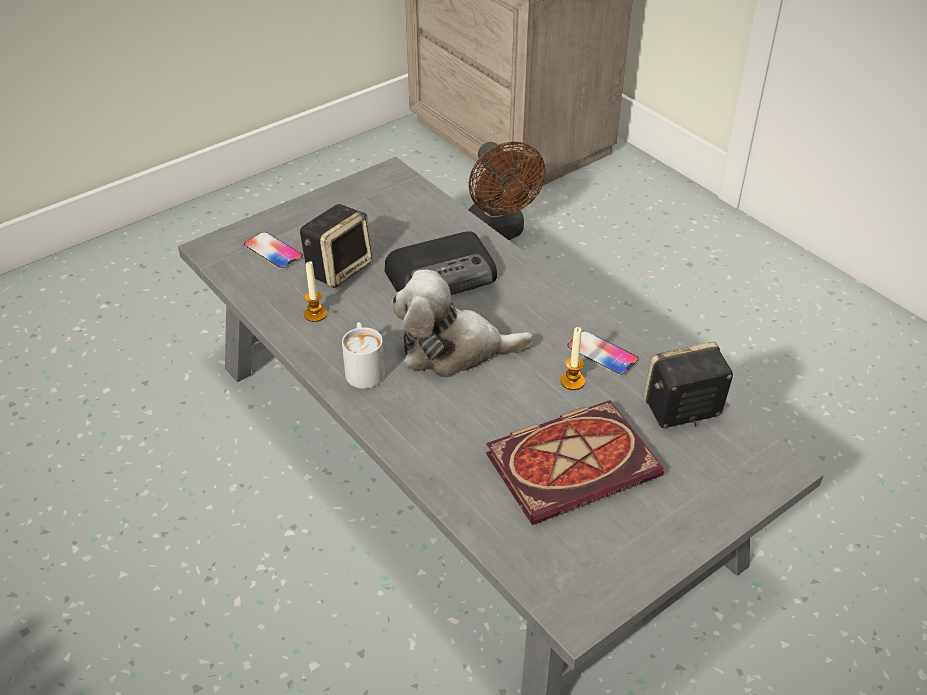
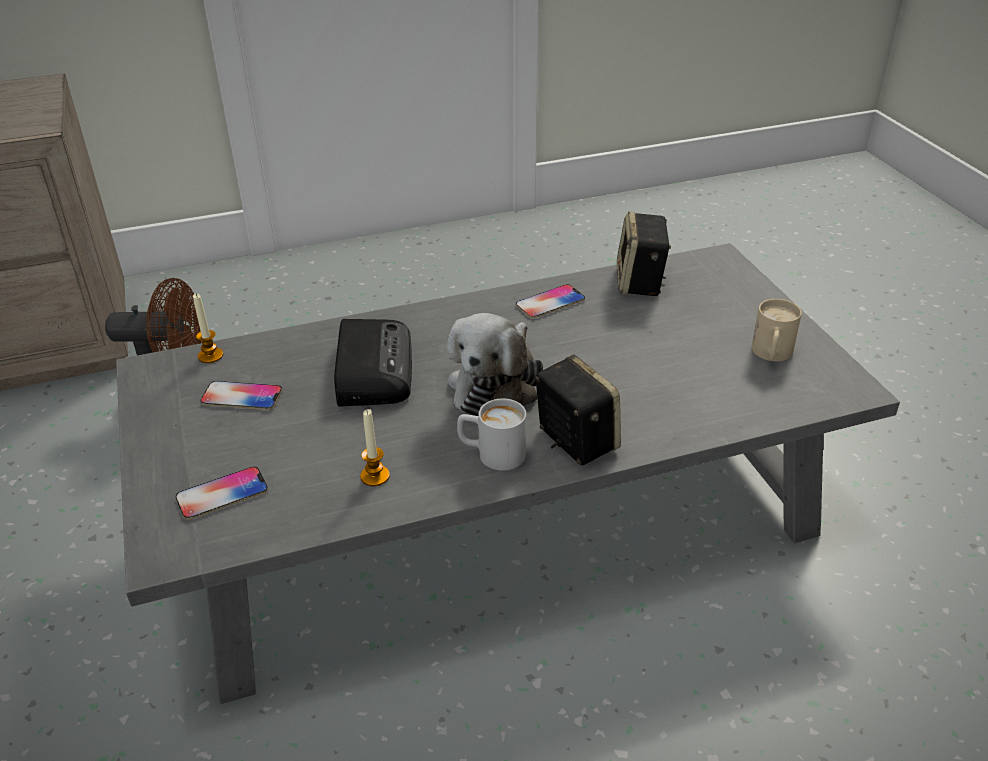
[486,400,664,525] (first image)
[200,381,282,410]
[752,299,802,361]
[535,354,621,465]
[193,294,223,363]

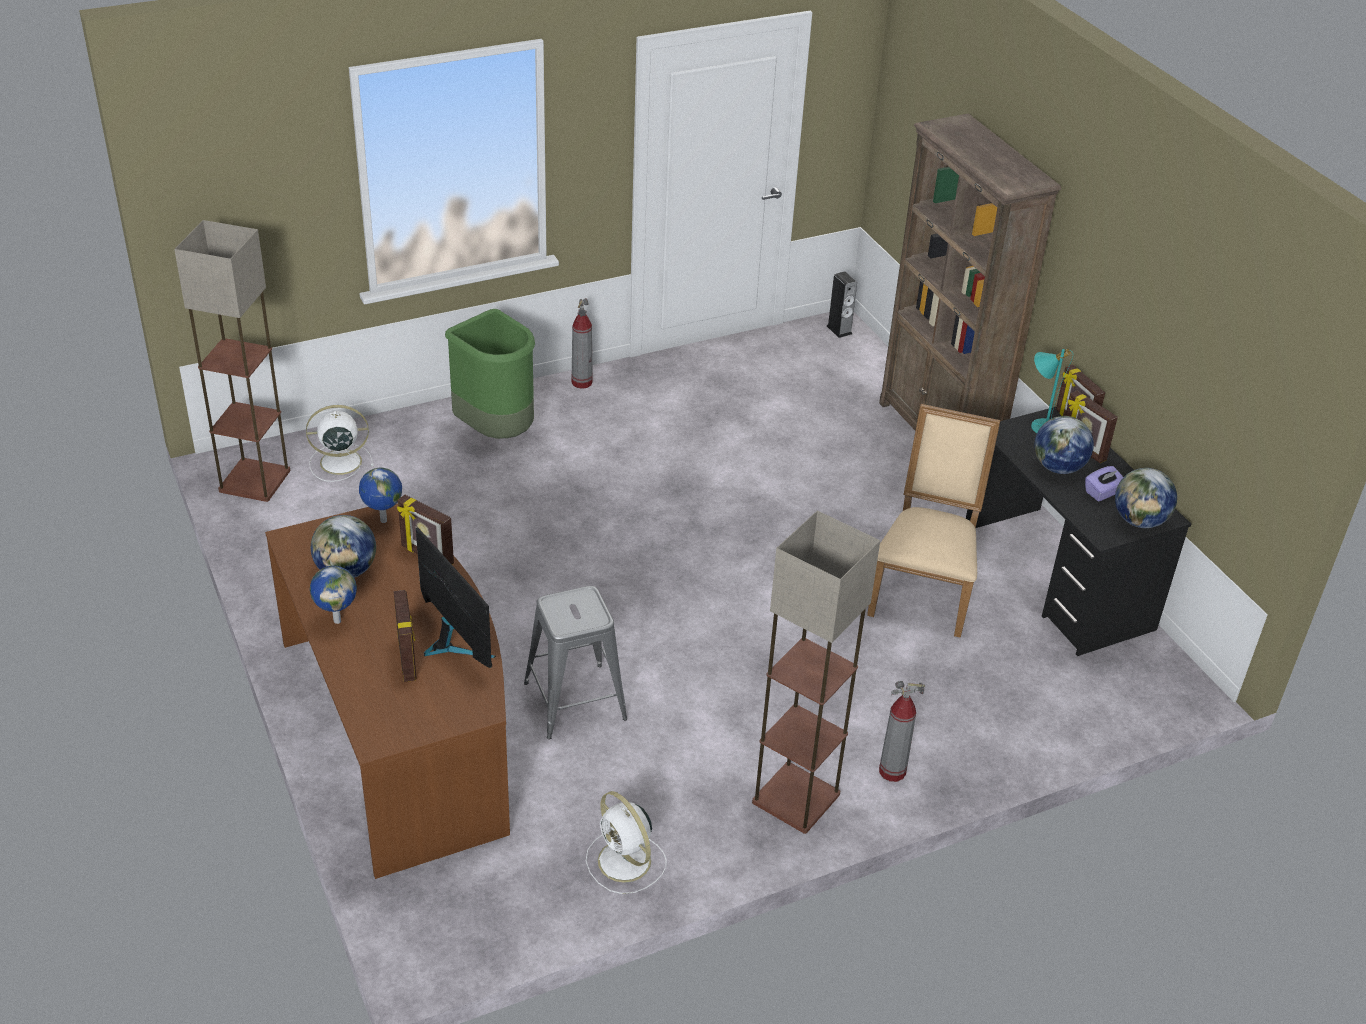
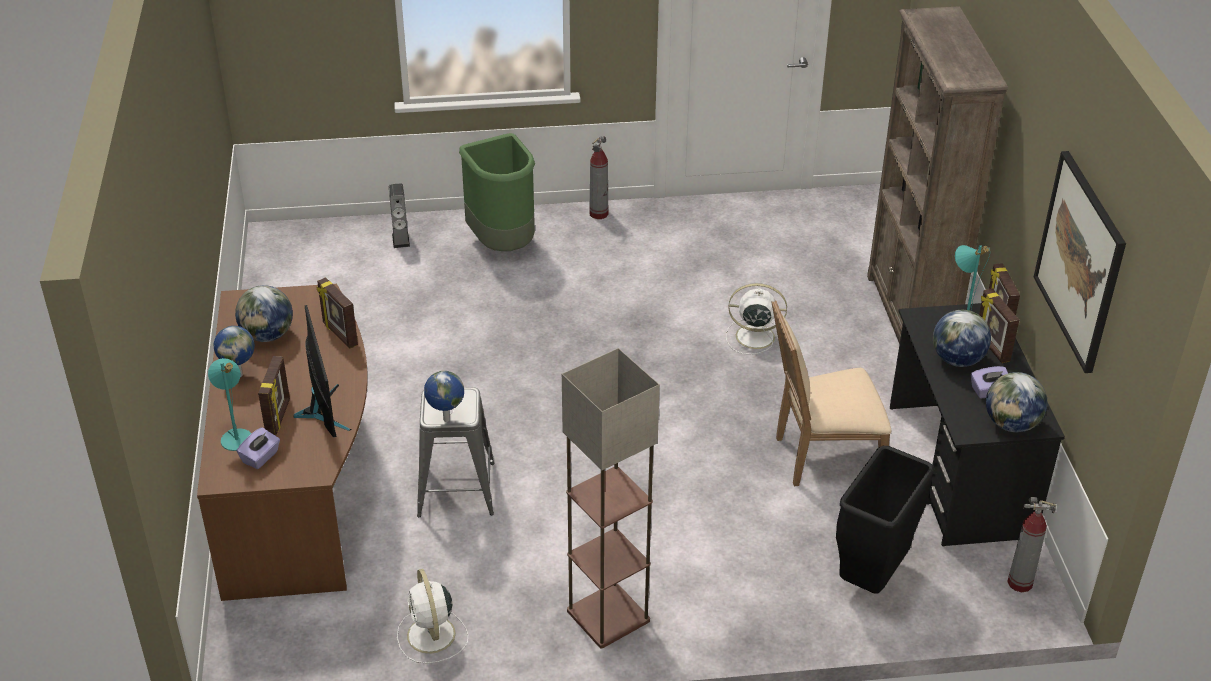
[174,220,290,502] (first image)
[208,358,252,451]
[237,427,280,469]
[836,446,934,594]
[1034,151,1126,373]
[726,283,787,355]
[424,371,464,422]
[389,183,410,248]
[1007,497,1056,592]
[772,300,891,486]

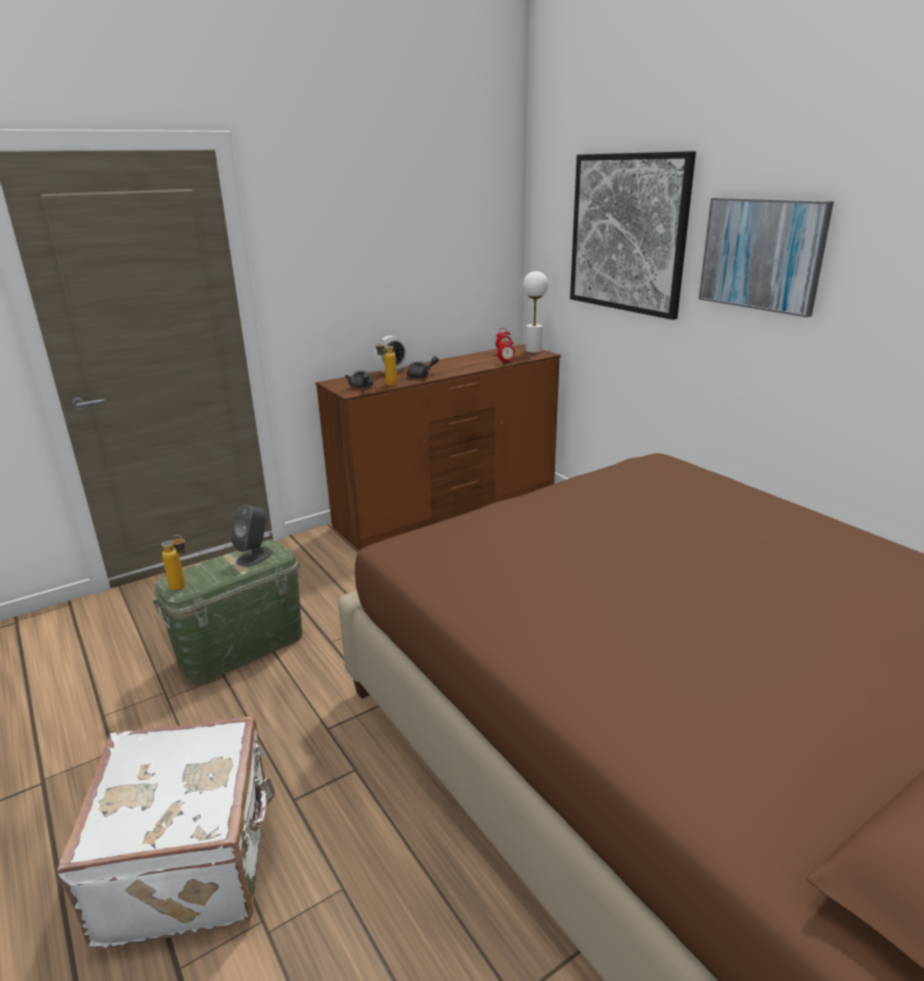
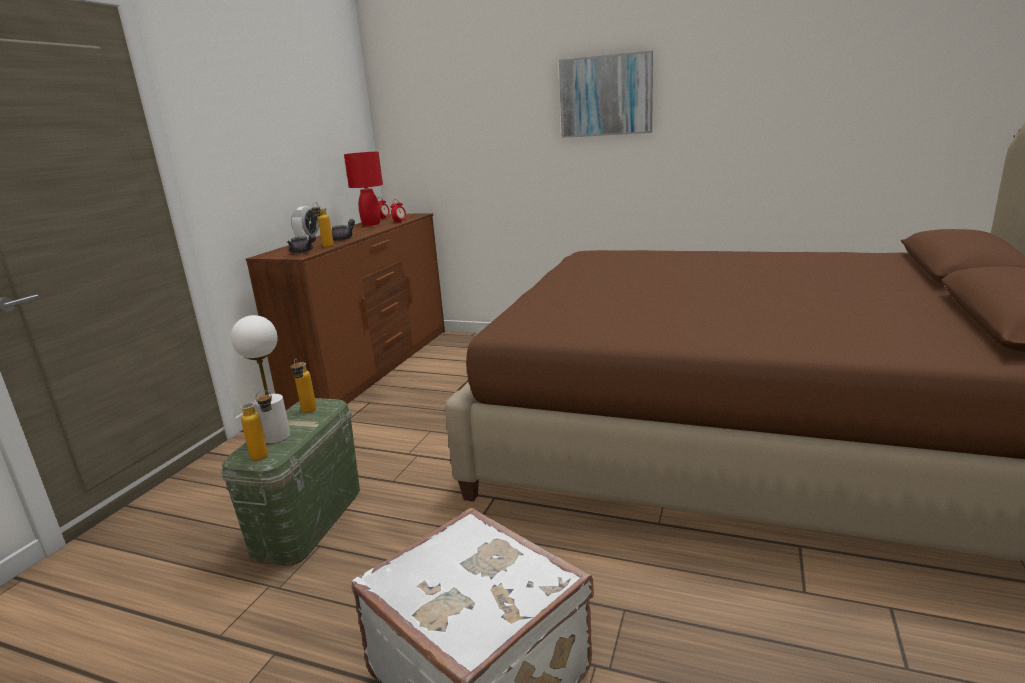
[570,151,696,320] (first image)
[344,152,383,226]
[231,315,291,444]
[291,358,317,413]

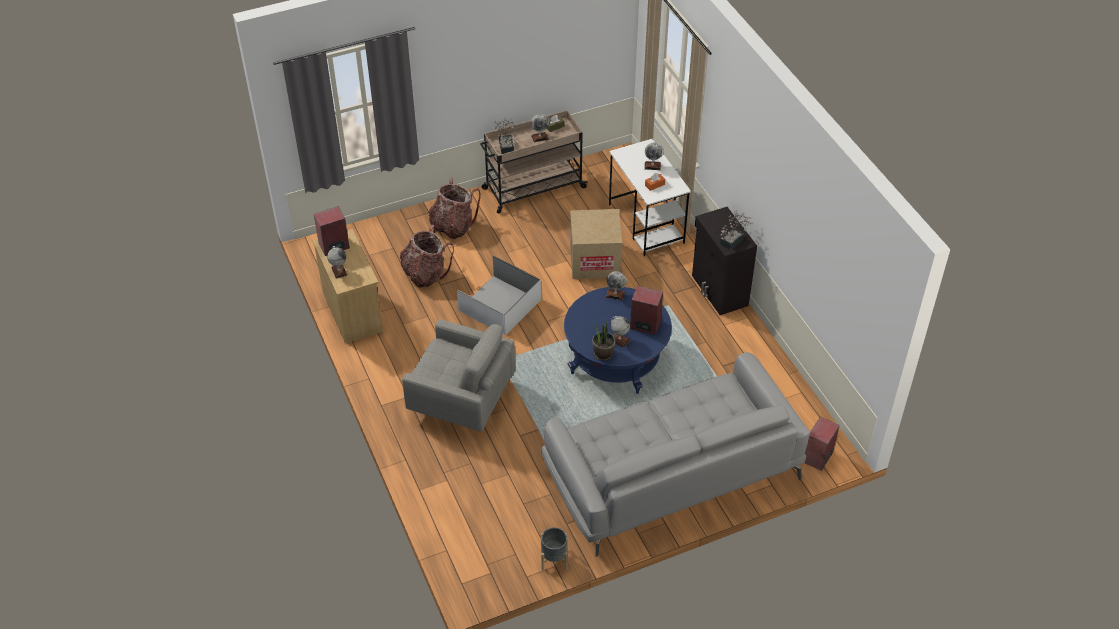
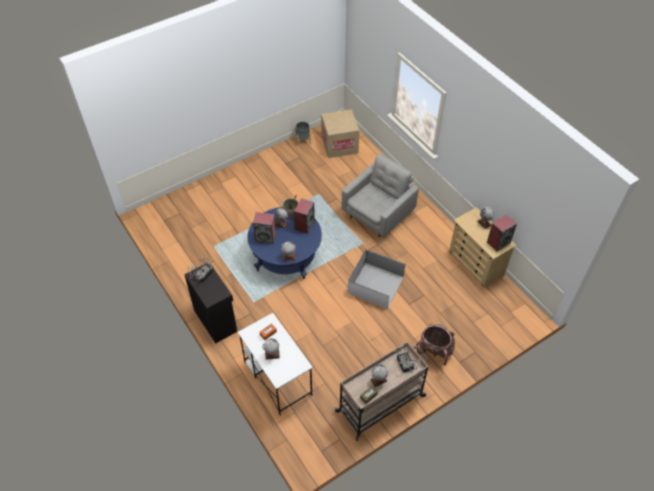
[400,225,454,288] (first image)
[541,352,810,557] (first image)
[321,109,360,158]
[294,198,315,234]
[341,154,419,237]

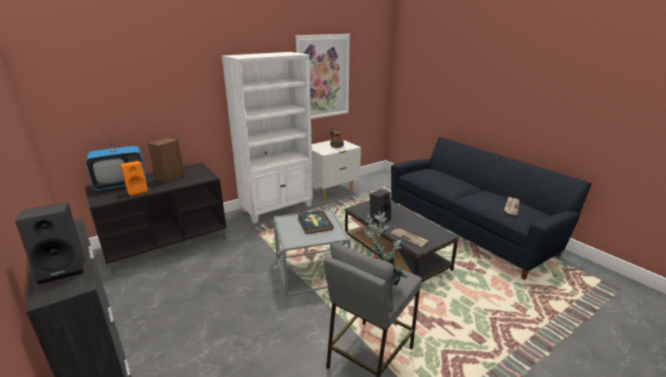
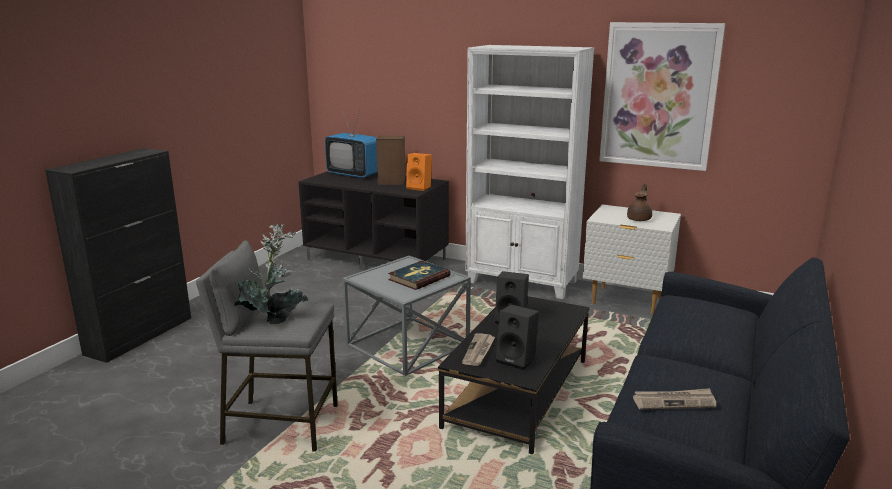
[496,304,539,370]
[406,153,432,191]

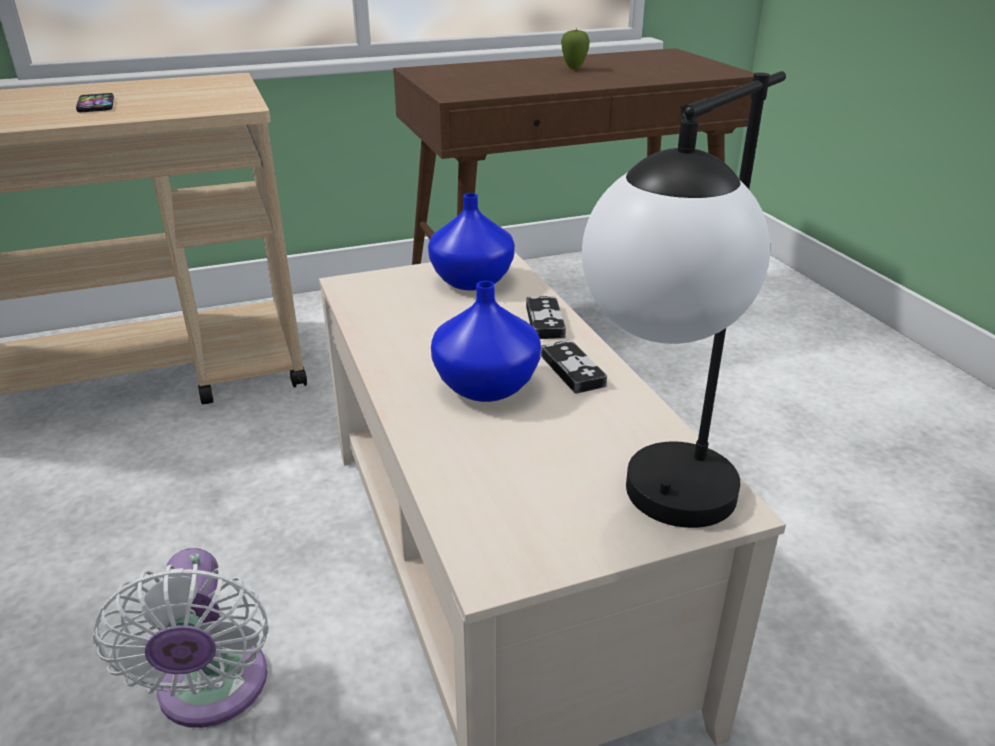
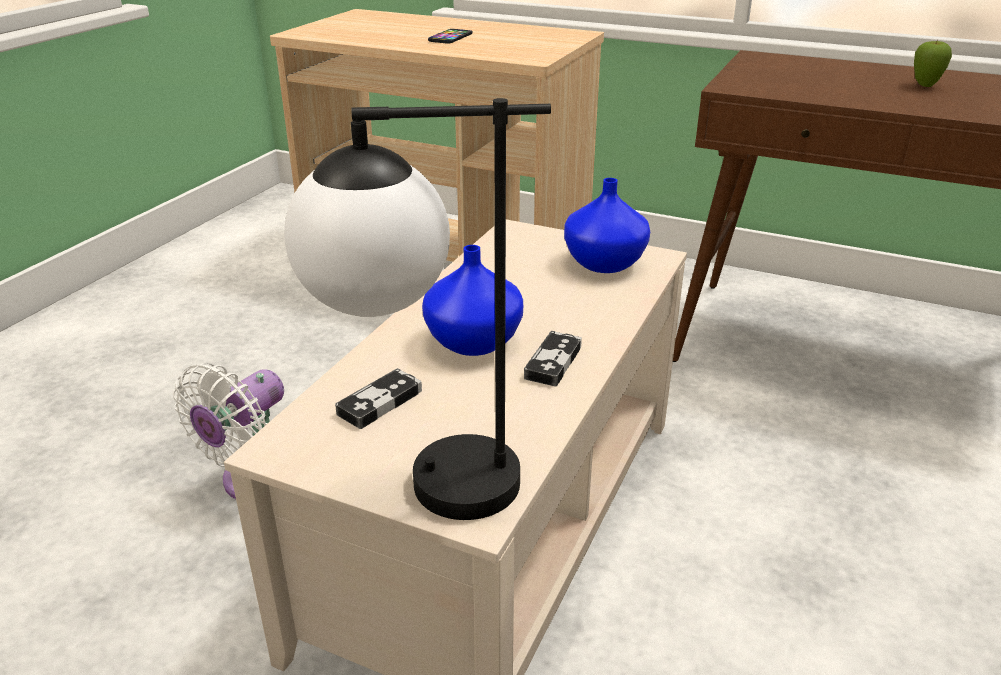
[335,368,422,429]

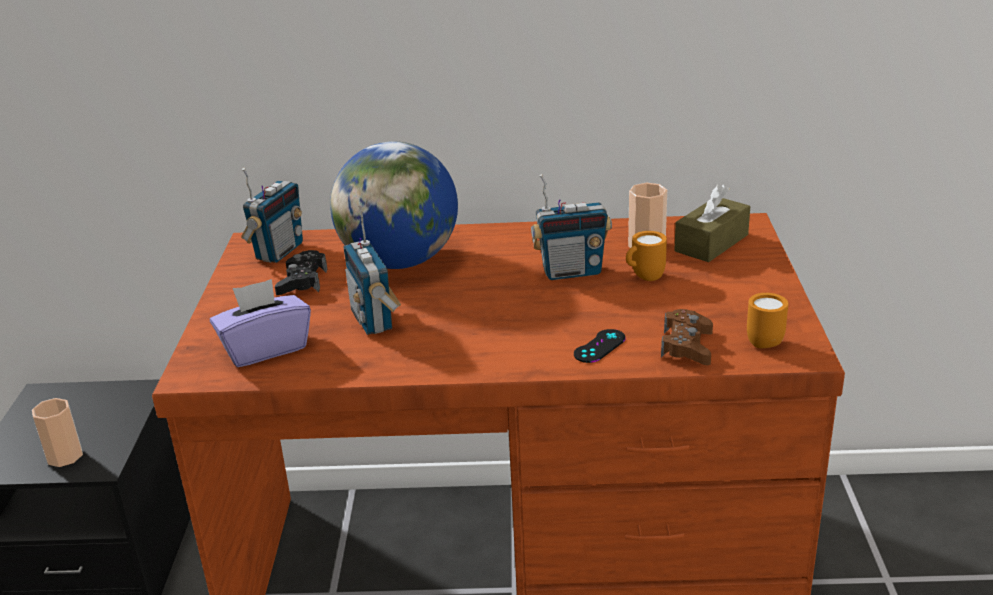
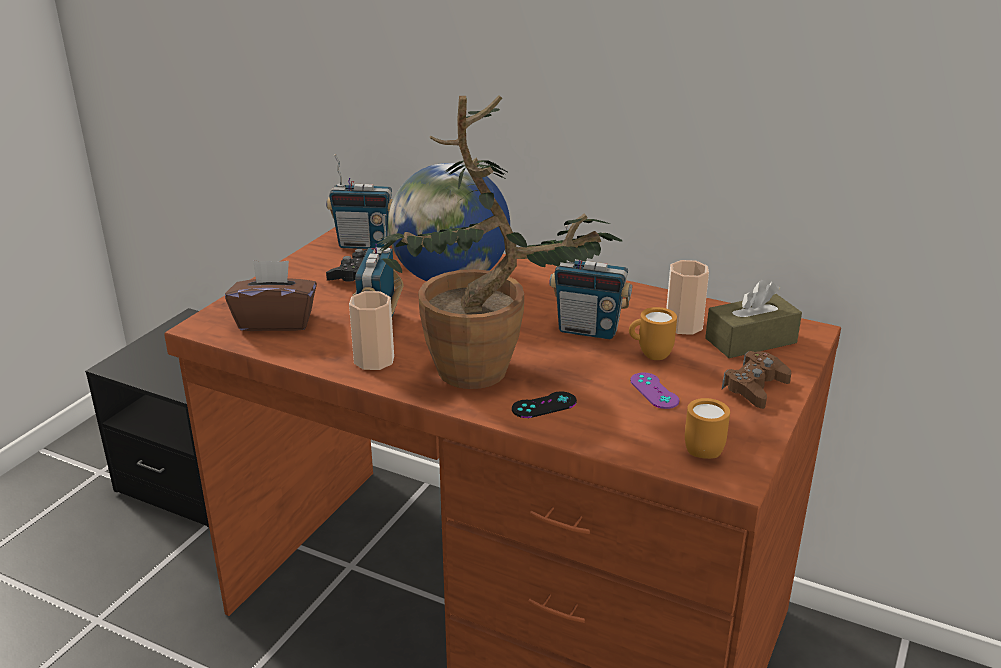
[377,95,623,389]
[630,372,679,409]
[349,291,394,370]
[722,351,791,409]
[225,260,317,331]
[326,154,393,249]

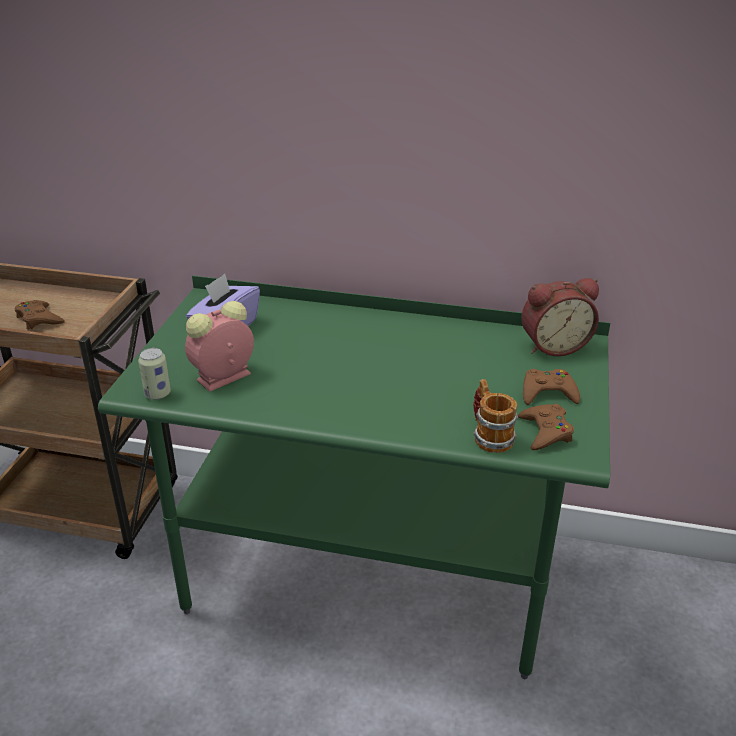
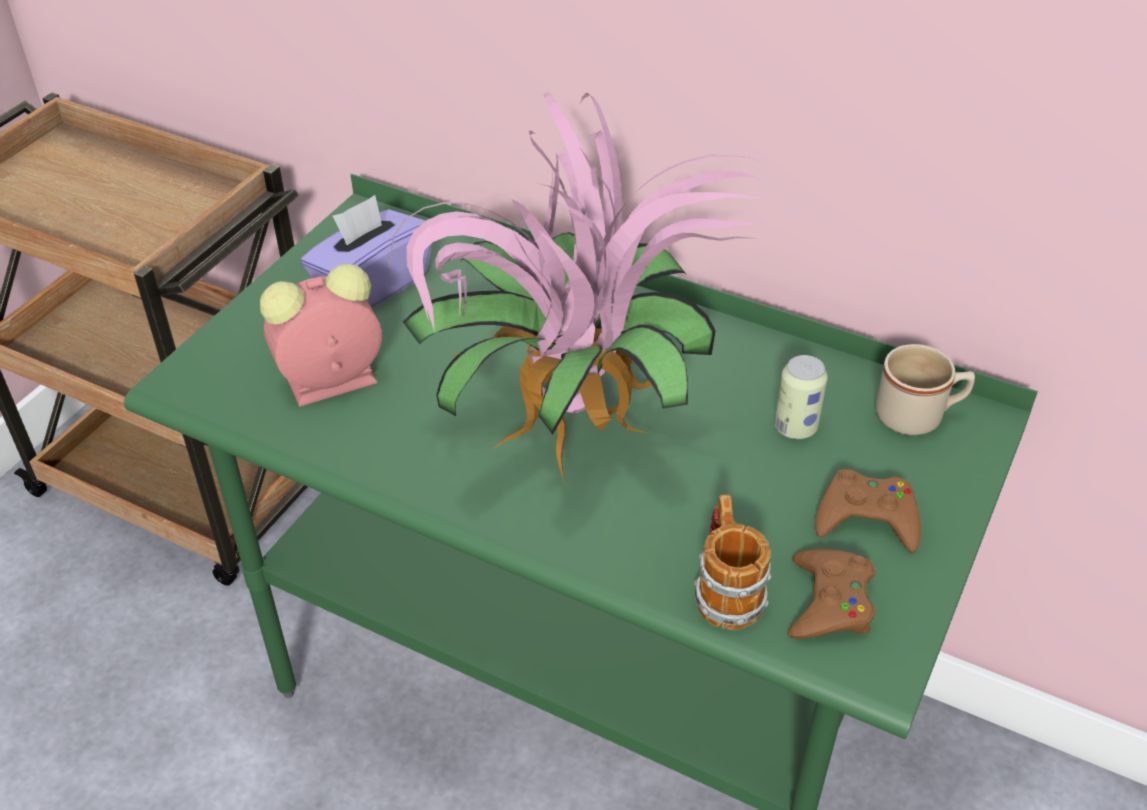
[15,300,65,330] (first image)
[388,92,761,485]
[774,355,828,439]
[876,344,975,435]

